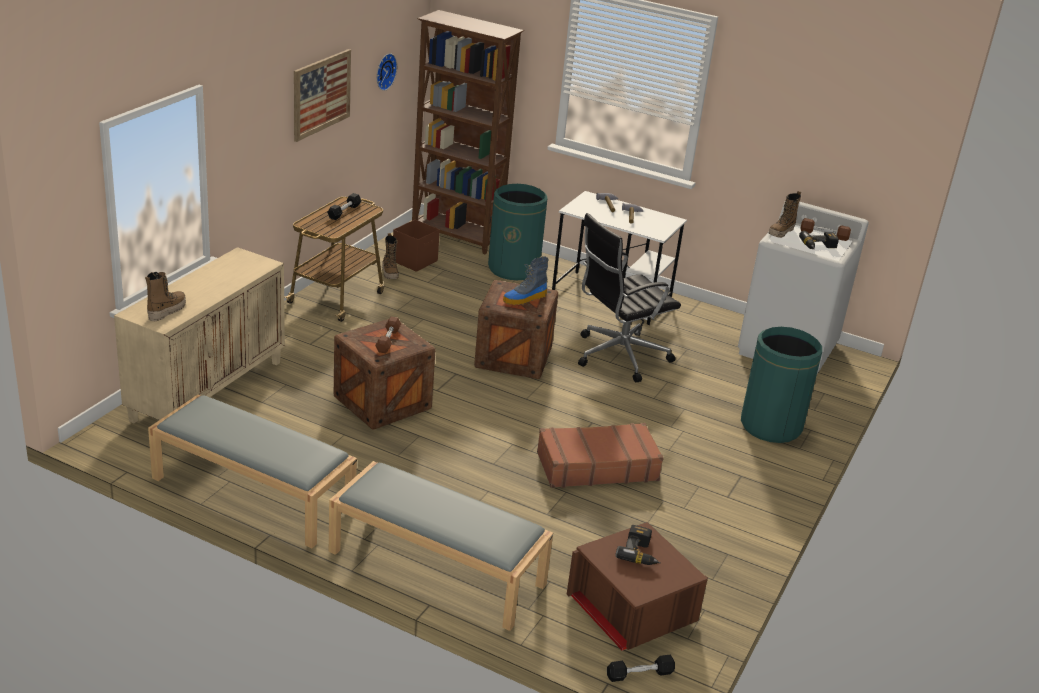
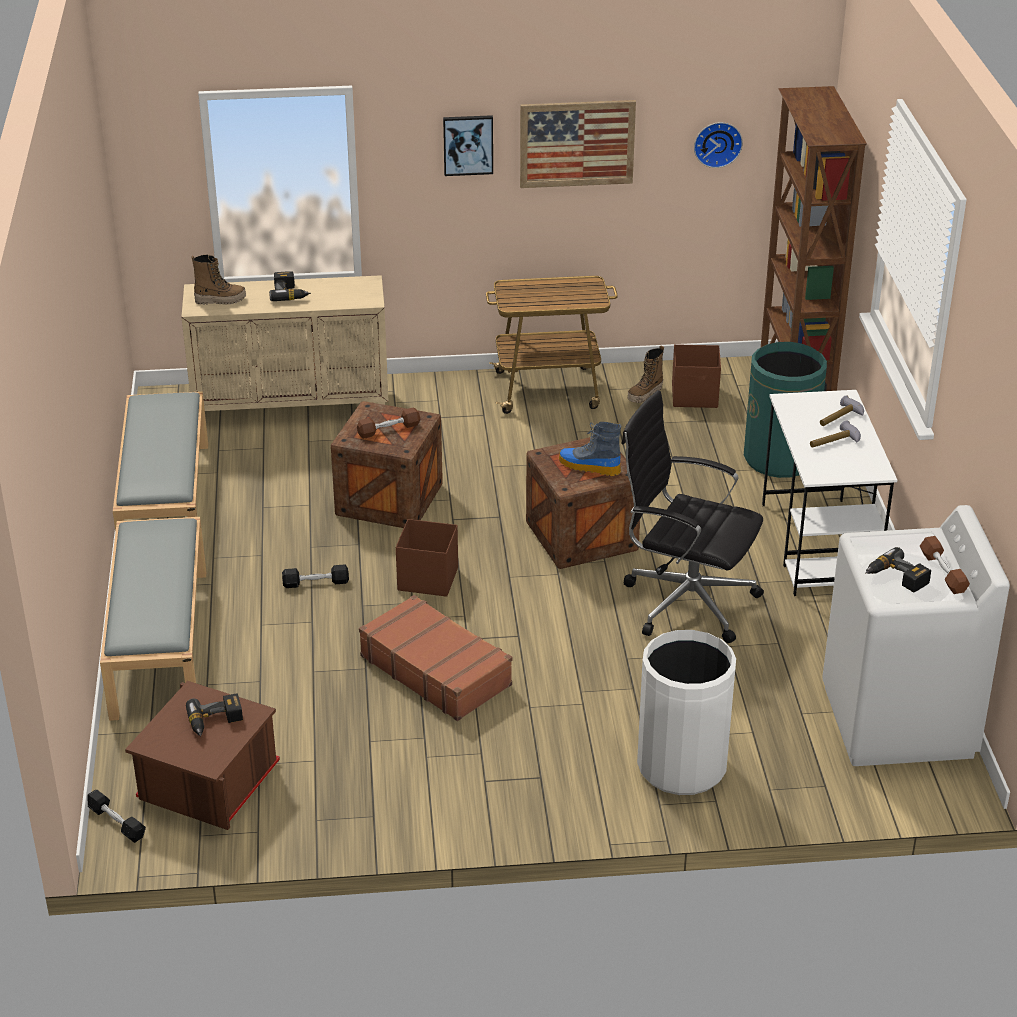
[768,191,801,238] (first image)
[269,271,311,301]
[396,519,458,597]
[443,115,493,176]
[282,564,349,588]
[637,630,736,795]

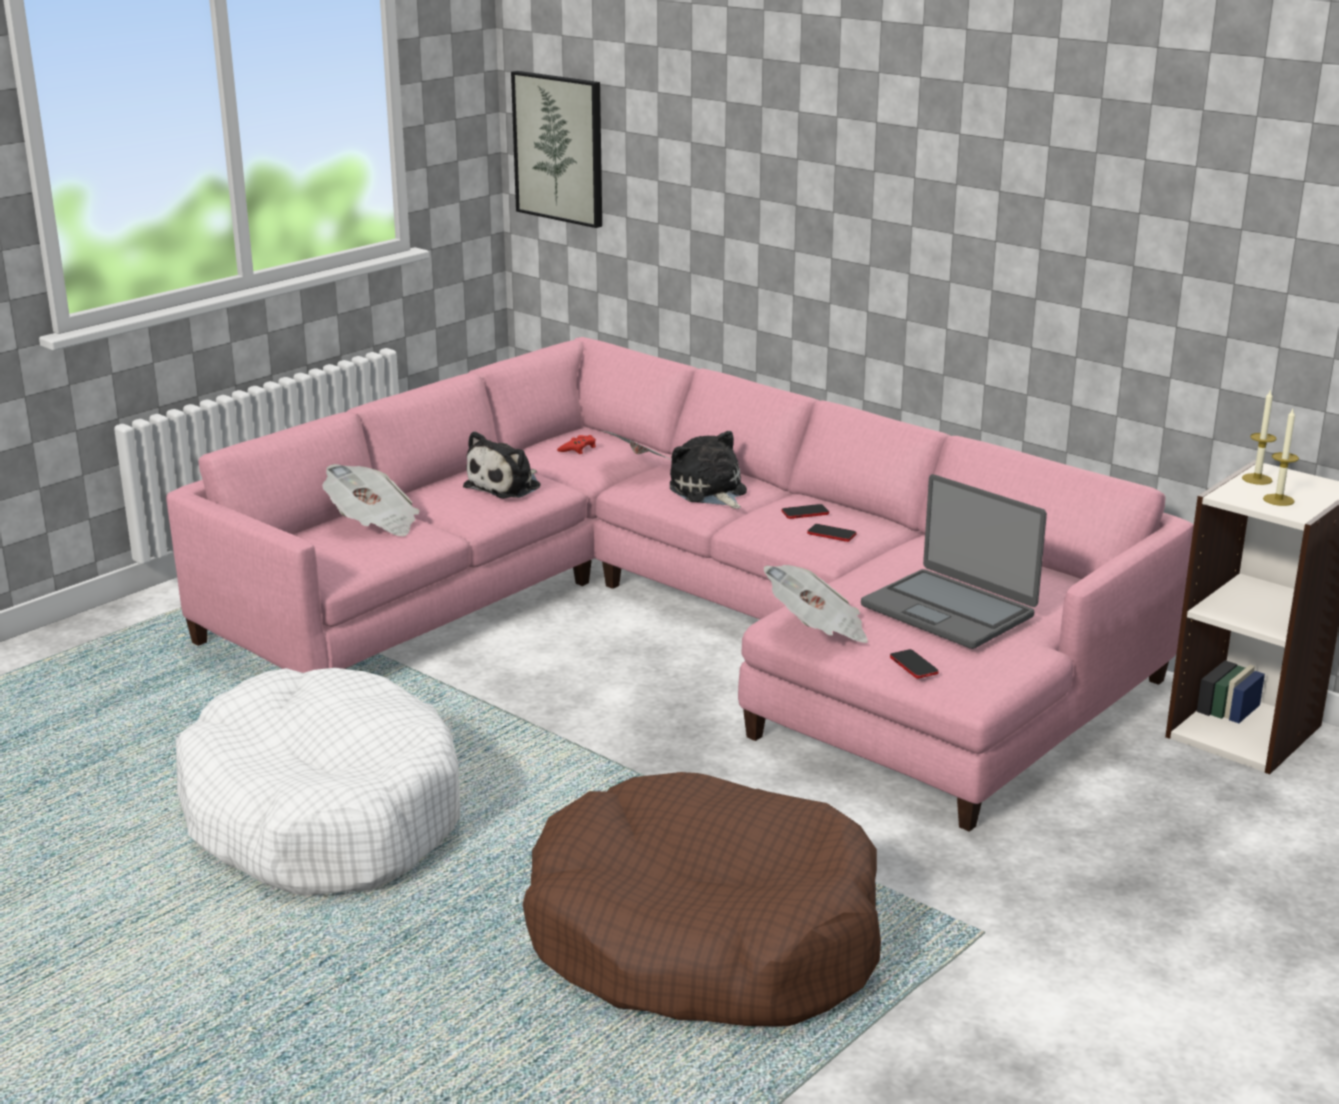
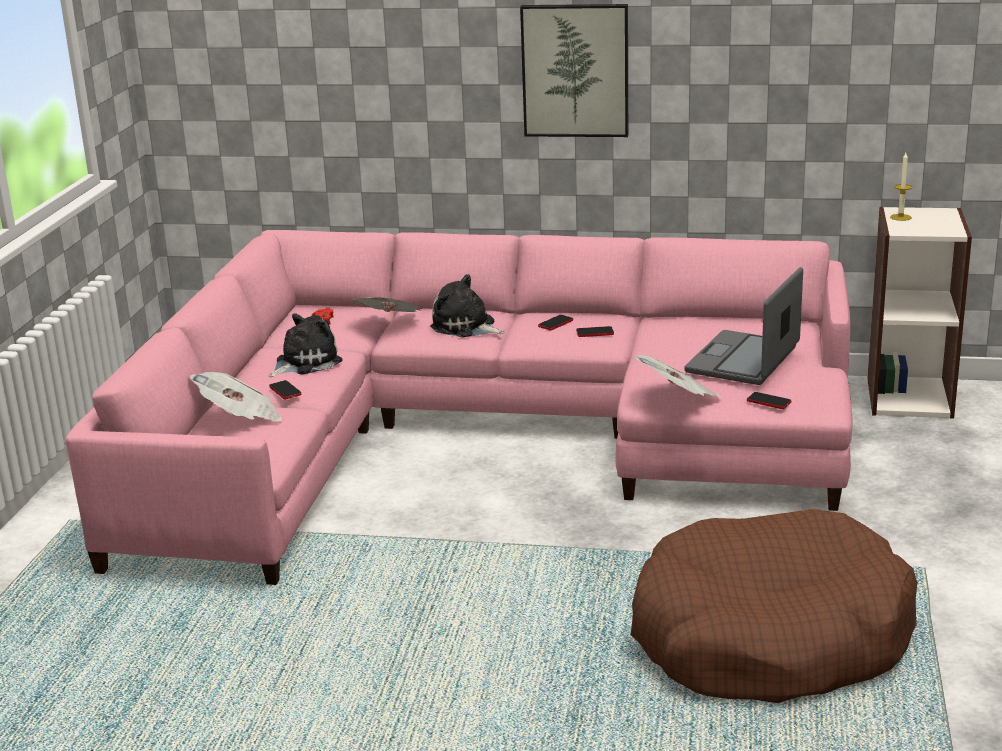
[176,668,460,896] (first image)
[1263,409,1299,506] (first image)
[269,380,301,399]
[520,4,628,137]
[269,313,343,377]
[685,267,803,385]

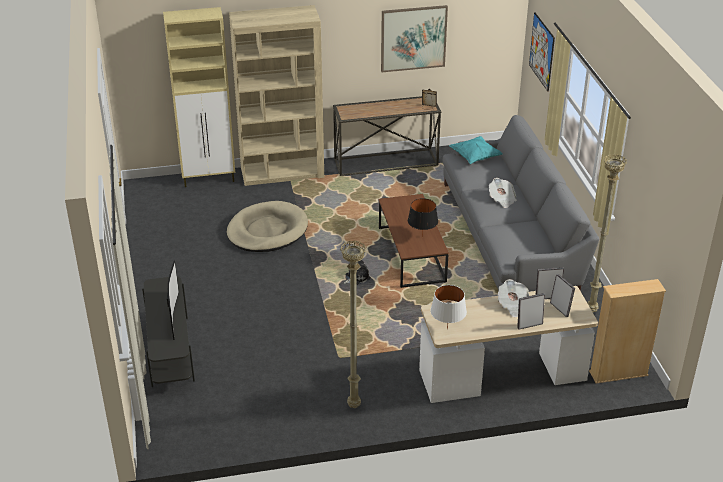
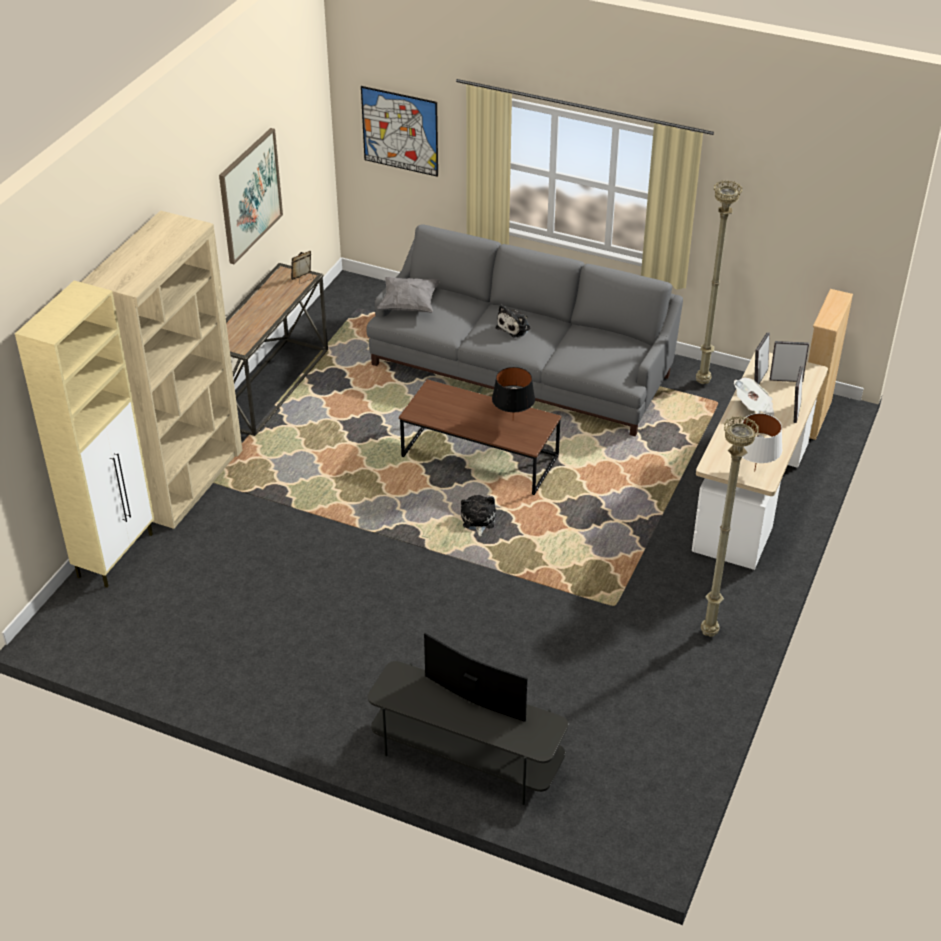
[227,201,308,252] (first image)
[496,305,530,338]
[377,277,440,313]

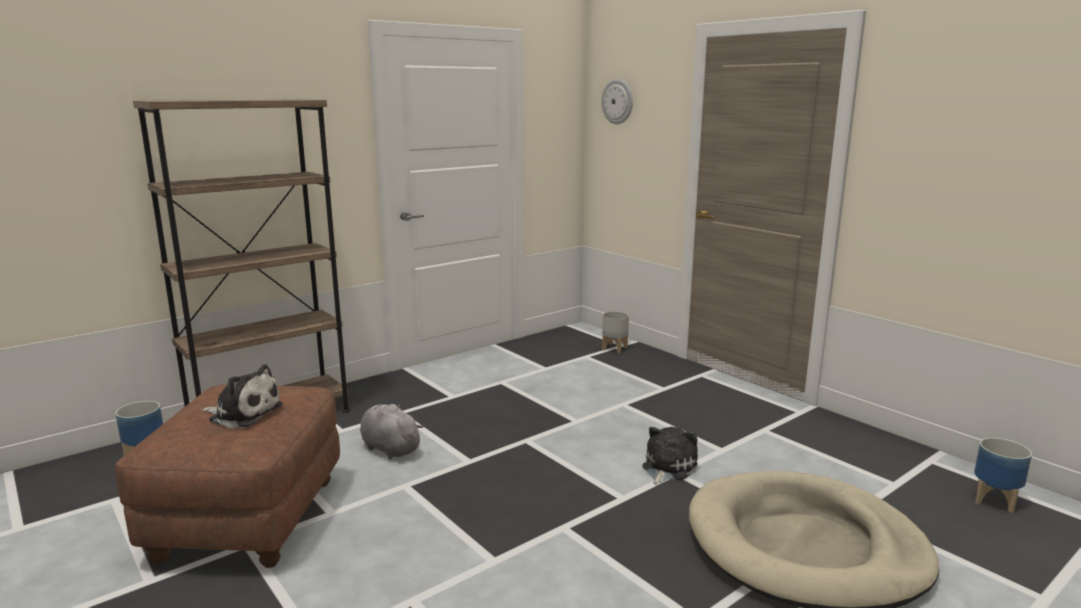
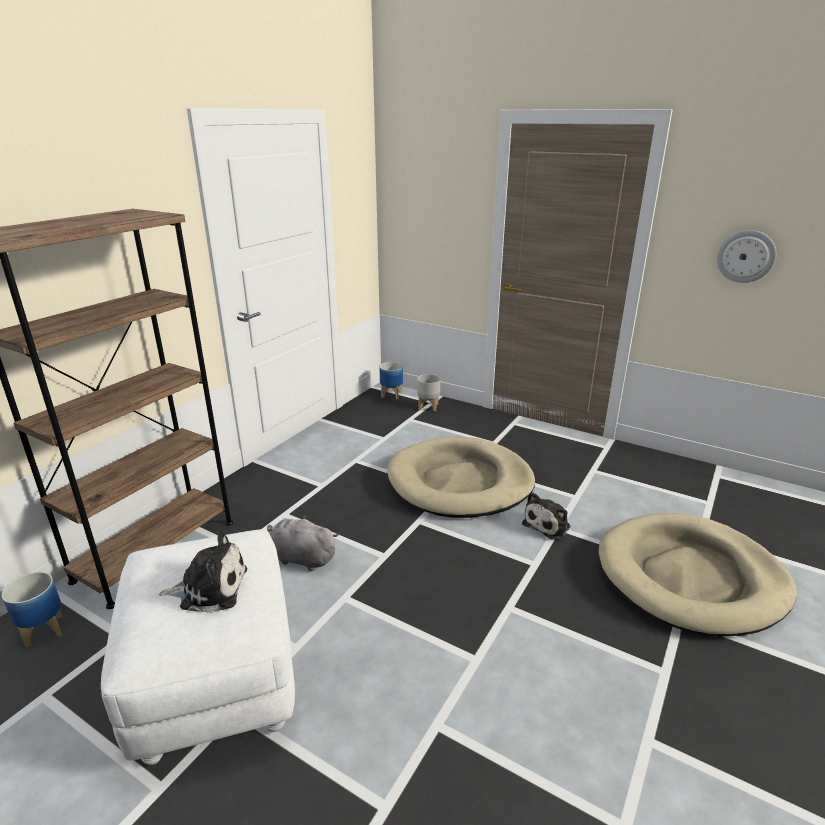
[387,437,535,518]
[717,230,776,283]
[379,362,403,399]
[101,529,295,765]
[522,492,571,539]

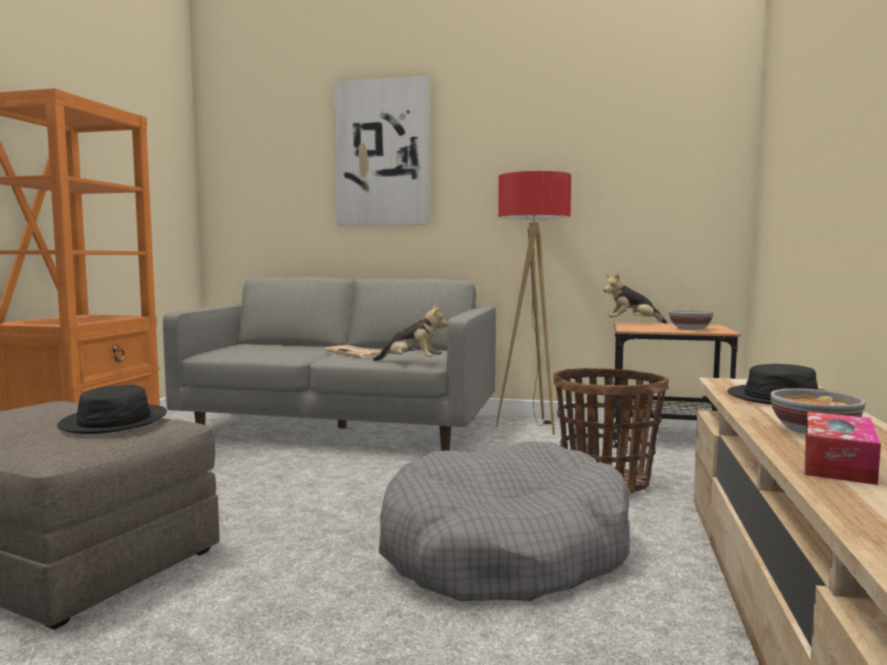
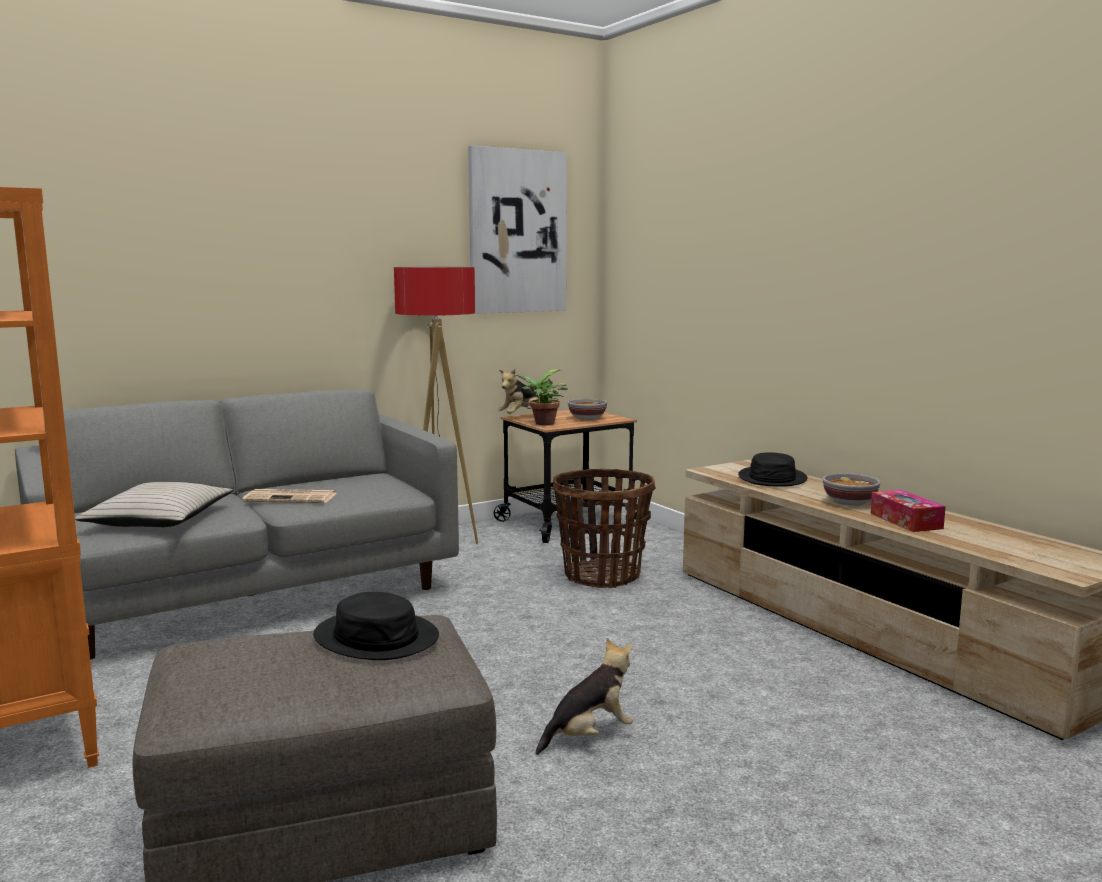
[379,441,630,601] (first image)
[75,482,233,527]
[515,369,568,425]
[468,146,567,314]
[536,638,633,755]

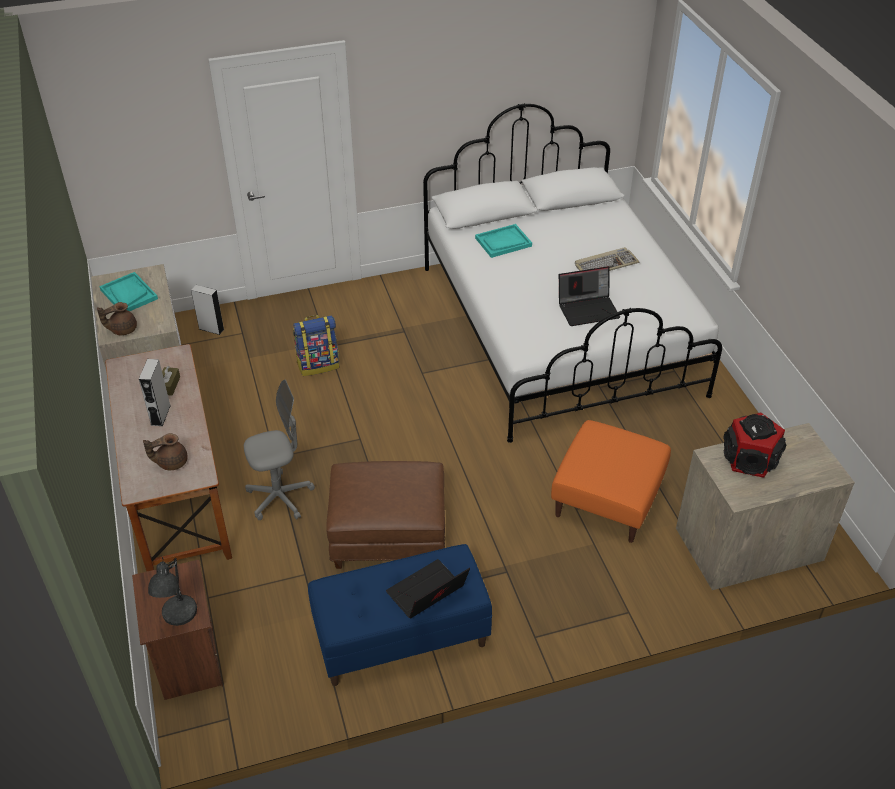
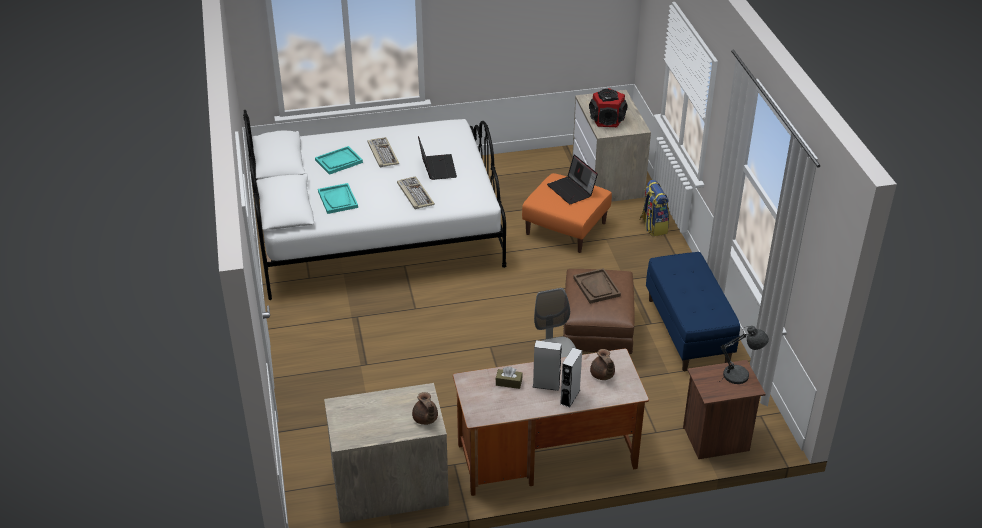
[397,177,435,209]
[573,268,621,304]
[315,146,363,175]
[560,348,582,407]
[640,180,669,236]
[547,155,598,204]

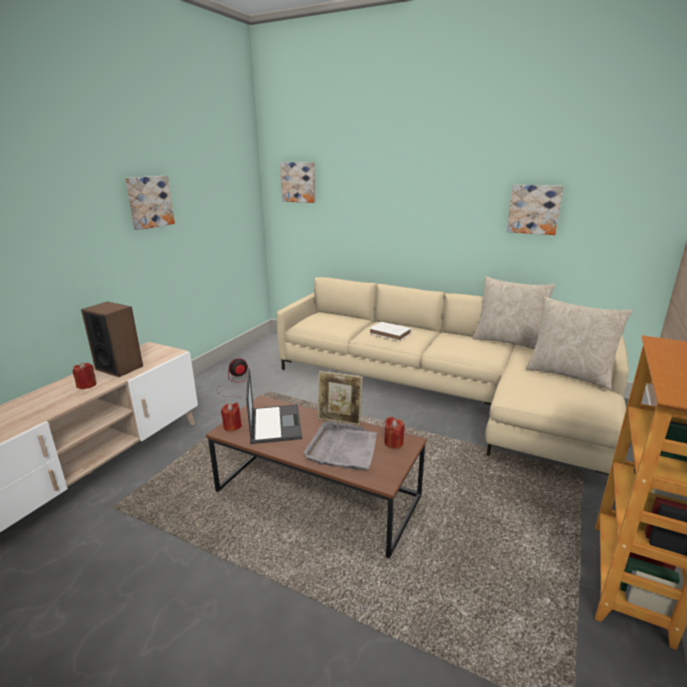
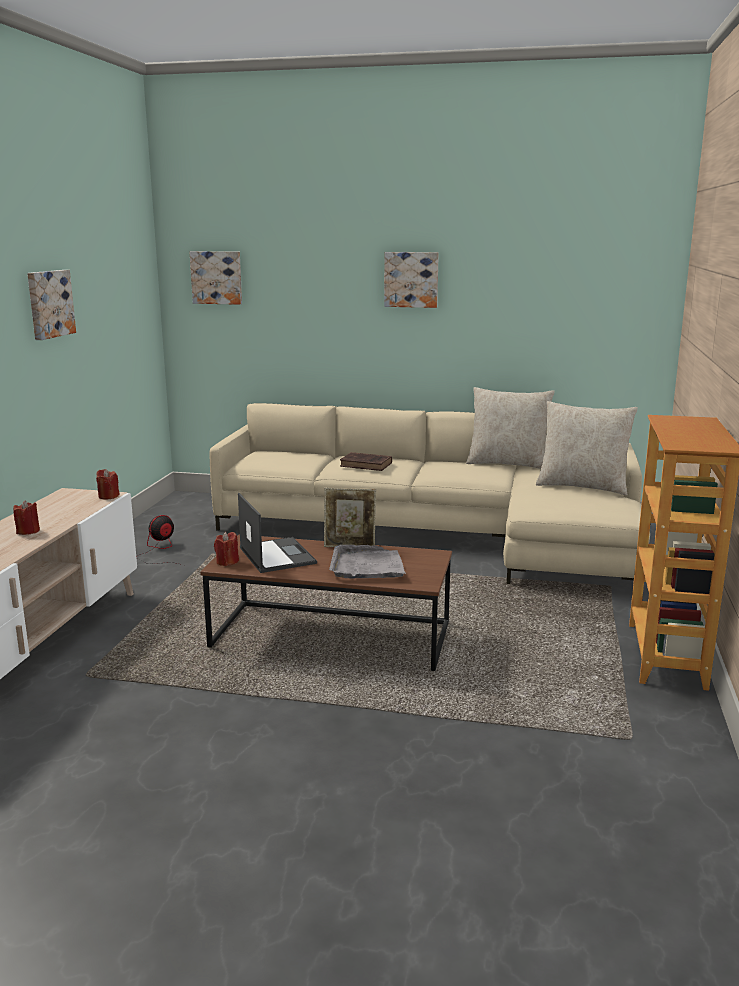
[81,302,143,377] (first image)
[96,469,119,500]
[384,252,439,308]
[340,452,392,471]

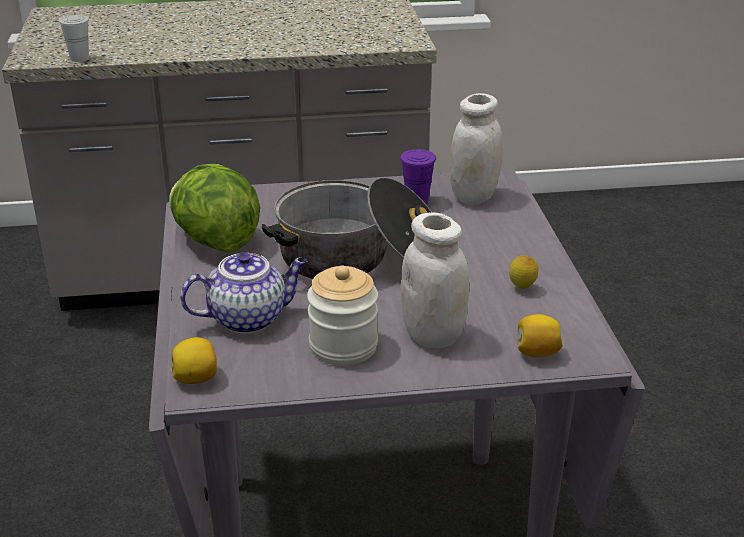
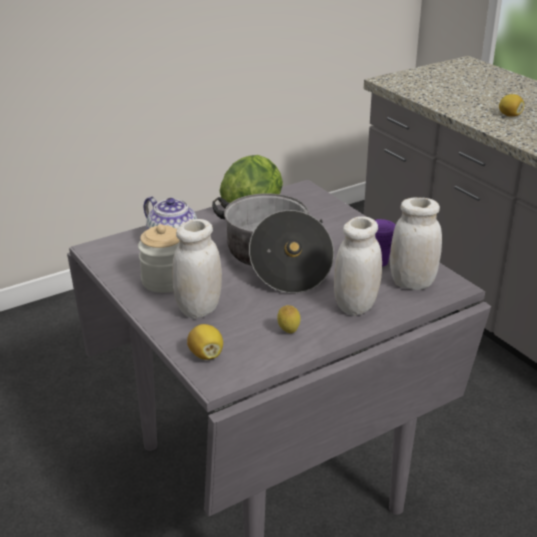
[59,15,89,62] (first image)
[334,216,382,316]
[499,94,524,117]

